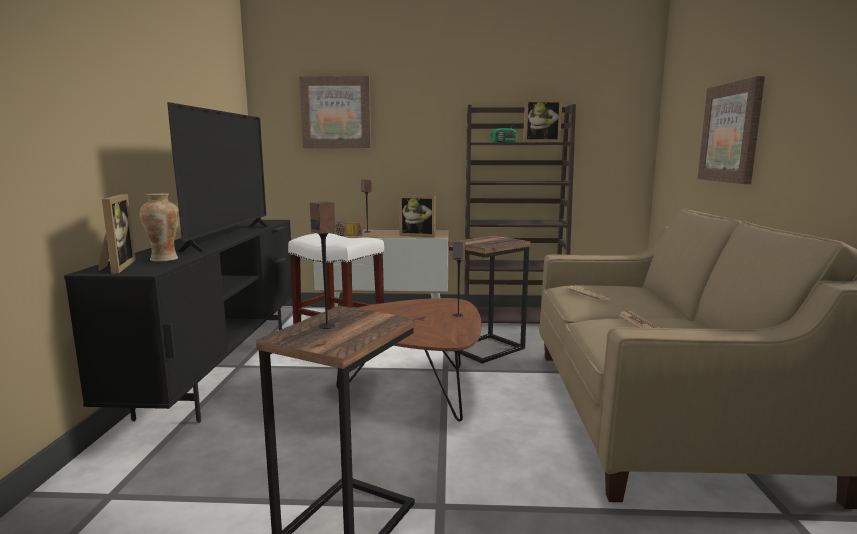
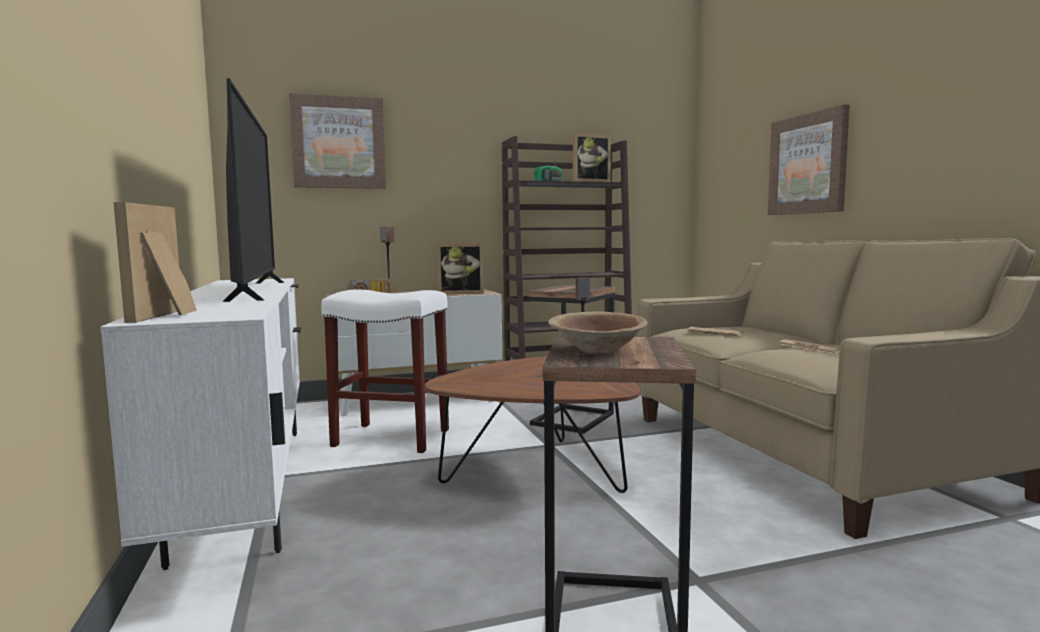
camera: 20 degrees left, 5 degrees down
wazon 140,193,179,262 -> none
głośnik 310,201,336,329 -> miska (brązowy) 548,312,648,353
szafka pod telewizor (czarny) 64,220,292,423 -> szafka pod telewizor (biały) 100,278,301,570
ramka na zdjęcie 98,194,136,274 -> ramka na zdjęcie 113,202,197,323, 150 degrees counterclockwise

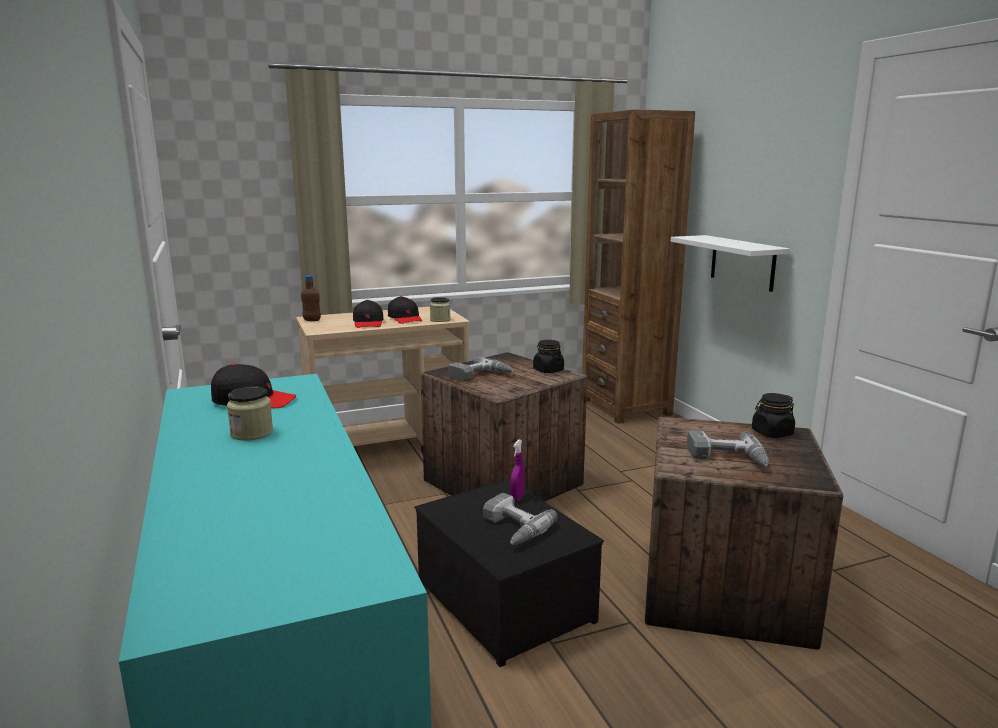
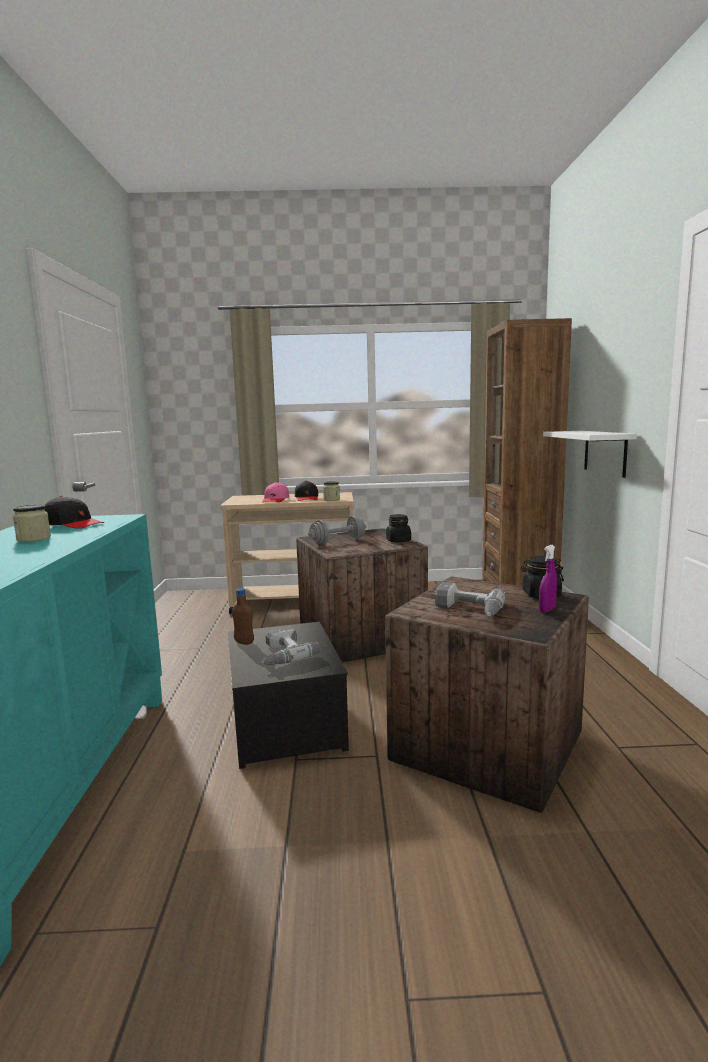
camera: 20 degrees right, 5 degrees down
butelka (brązowy) 301,275,321,321 -> butelka (brązowy) 232,588,254,645, move
spryskiwacz (fioletowy) 510,440,525,502 -> spryskiwacz (fioletowy) 539,545,557,613, move
wiertarka 448,357,514,382 -> hantel (szary) 308,516,366,545
czapka z daszkiem (czarny) 353,300,384,328 -> czapka z daszkiem (różowy) 262,482,289,502

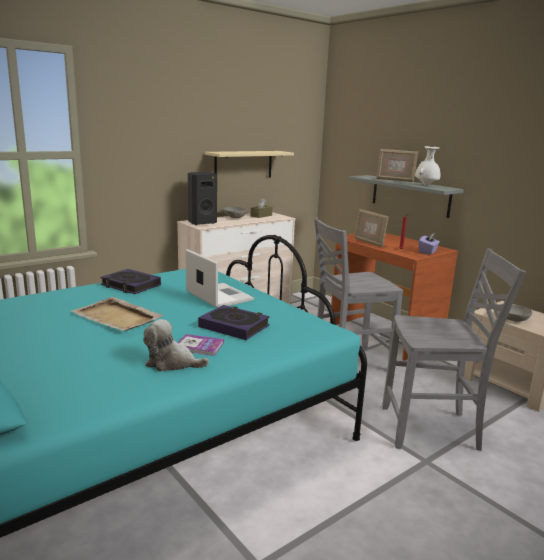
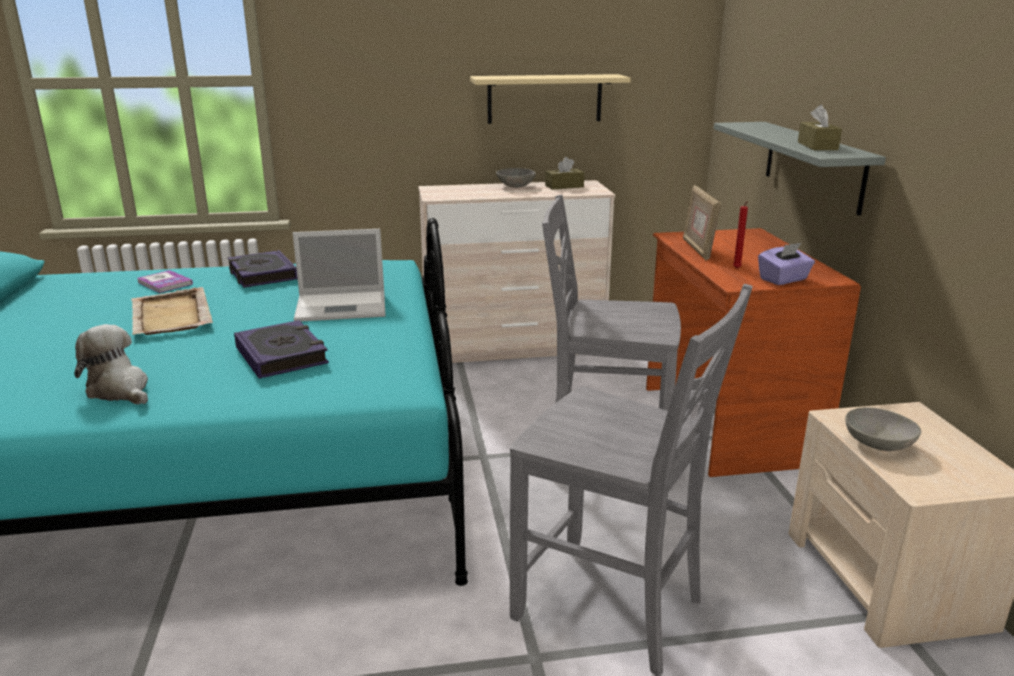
camera: 30 degrees right, 5 degrees up
głośnik (czarny) 188,172,217,225 -> none
ramka na zdjęcie 376,149,418,182 -> none
książka 178,334,224,356 -> książka 137,270,193,293, move
wazon (biały) 415,146,440,186 -> pudełko chusteczek (brązowy) 798,104,842,150
laptop 186,249,254,308 -> laptop 293,229,386,322, 90 degrees clockwise

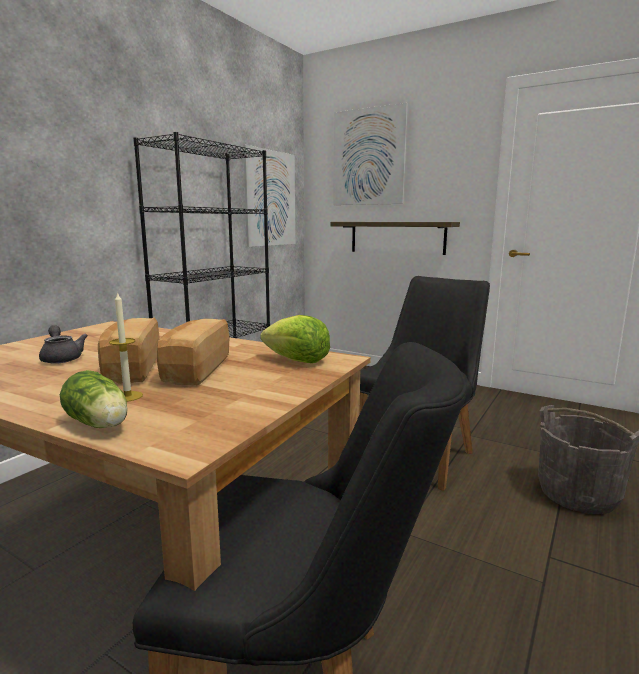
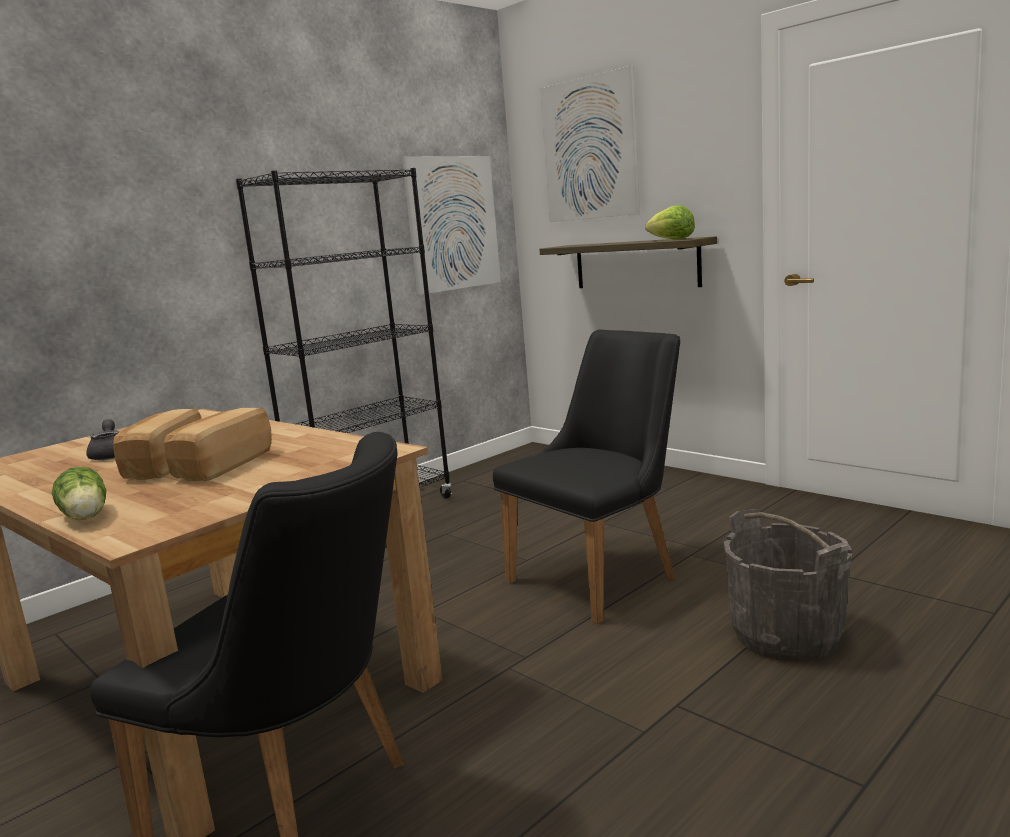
camera: 15 degrees right, 0 degrees up
świeca 109,292,143,402 -> none
sałata 260,315,330,363 -> sałata 645,205,695,239, move

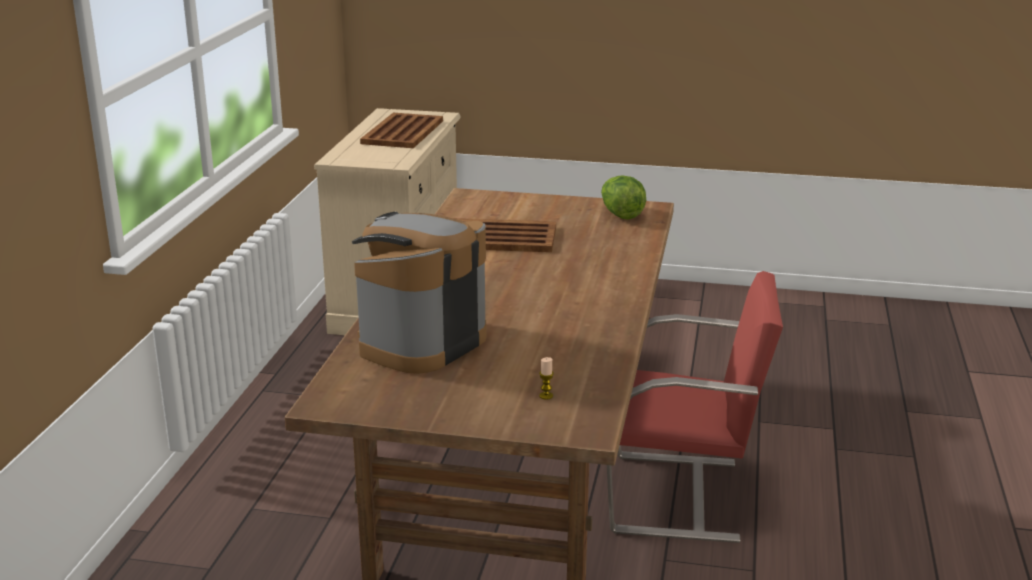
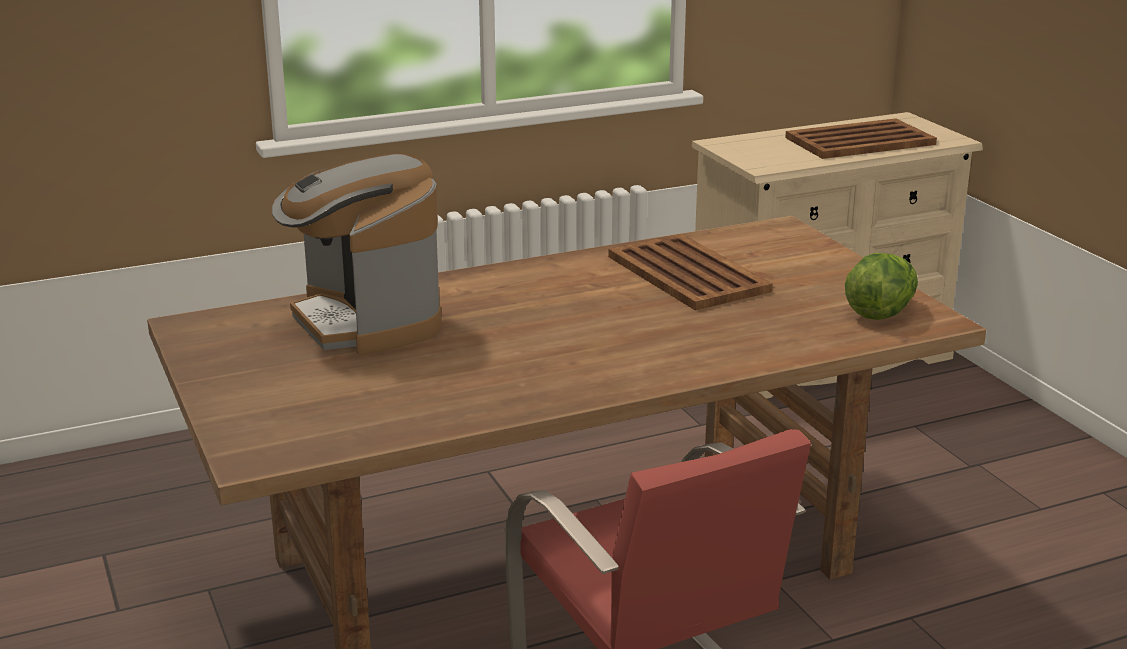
camera: 55 degrees right, 0 degrees up
świeca 539,357,554,400 -> none
ekspres do kawy 352,212,487,374 -> ekspres do kawy 272,153,441,355, 120 degrees counterclockwise

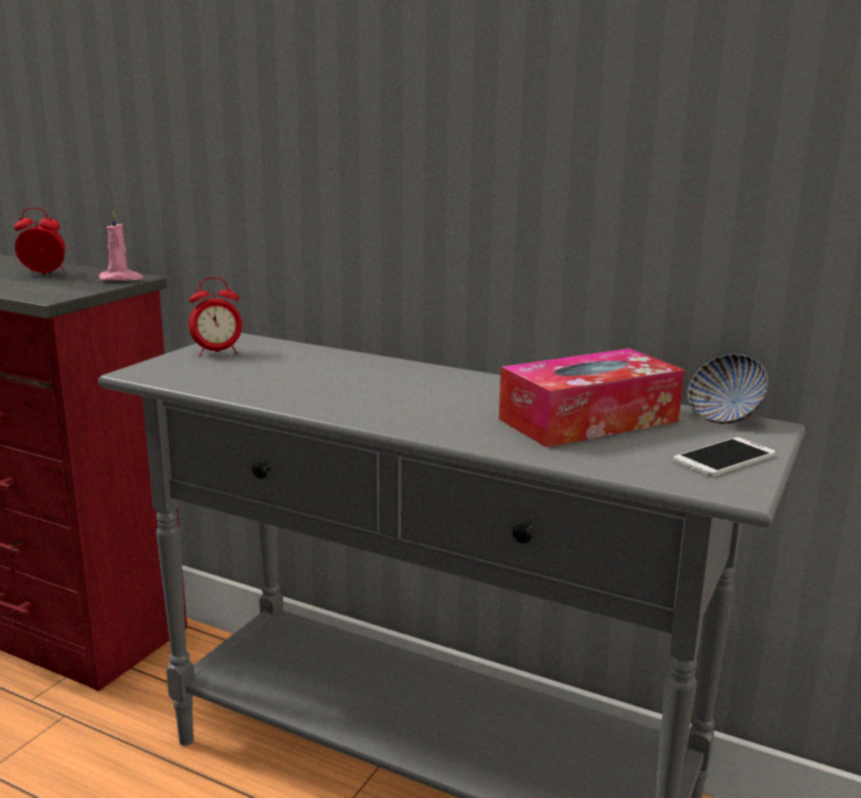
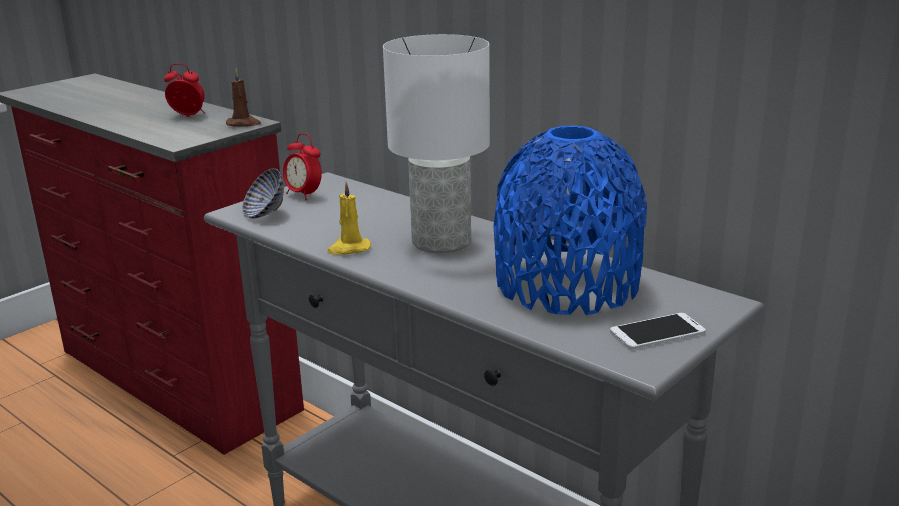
camera: 15 degrees right, 5 degrees up
none -> świeca (żółty) 327,182,371,255
none -> lampa stołowa (biały) 383,34,490,253
miska 688,354,768,424 -> miska 242,168,284,219, move
pudełko chusteczek 499,348,684,448 -> wazon (niebieski) 494,125,647,315
świeca (różowy) 99,211,143,281 -> świeca (brązowy) 226,68,261,127
budzik 189,277,242,356 -> budzik 283,133,322,200, 45 degrees clockwise

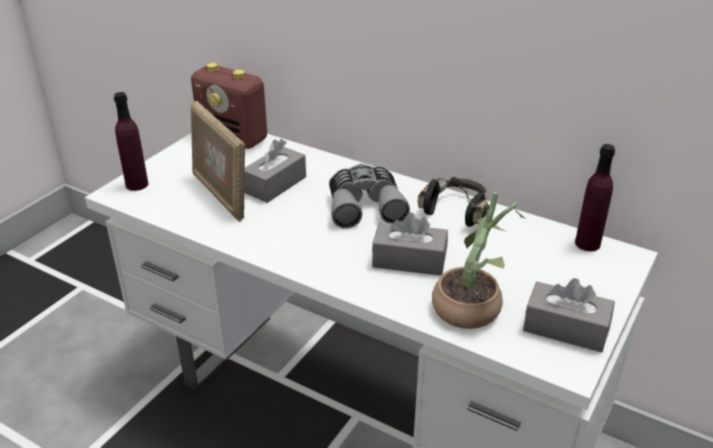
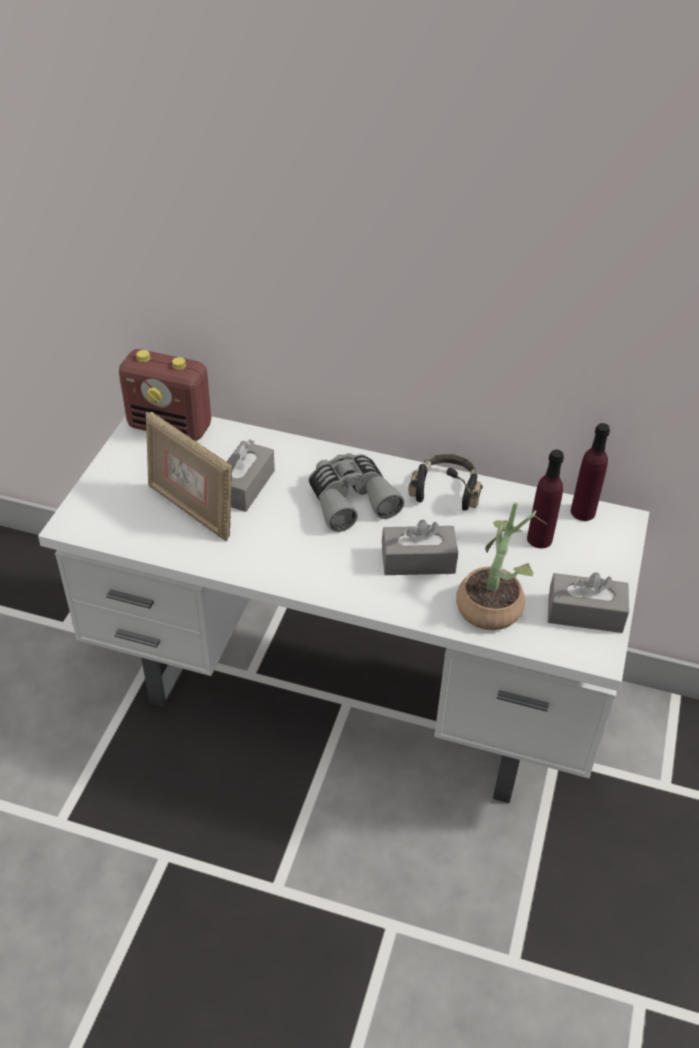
camera: 15 degrees left, 10 degrees up
butelka (fioletowy) 114,92,148,191 -> butelka (fioletowy) 527,450,564,548, move

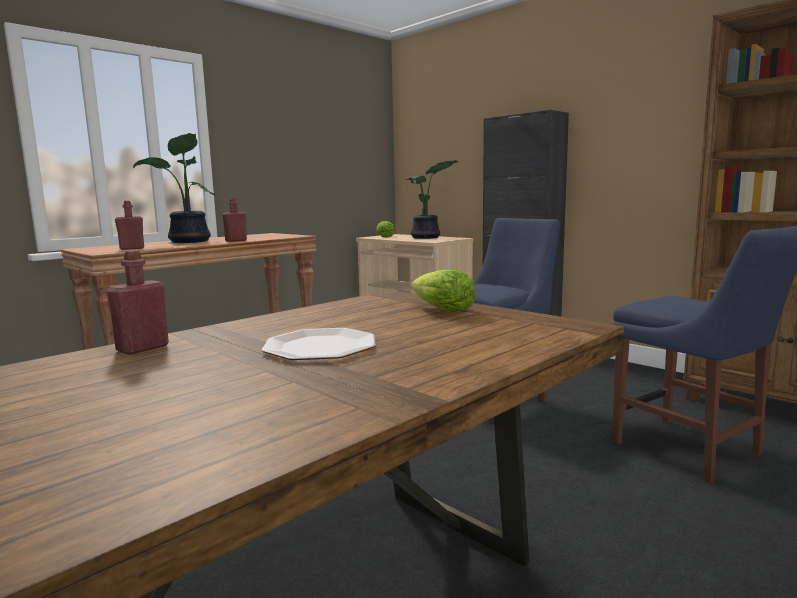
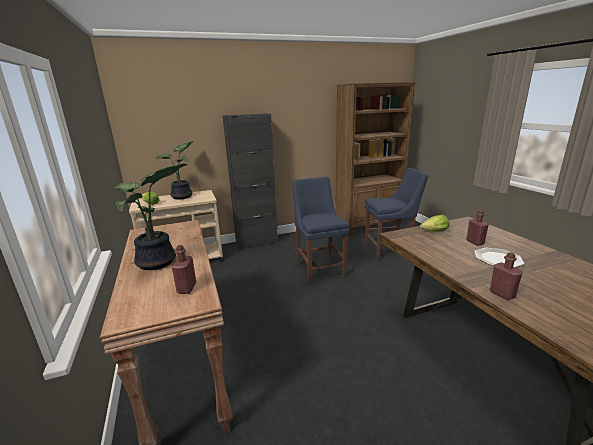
camera: 65 degrees left, 10 degrees up
butelka (czerwony) 222,198,247,242 -> butelka (czerwony) 466,210,489,246, move

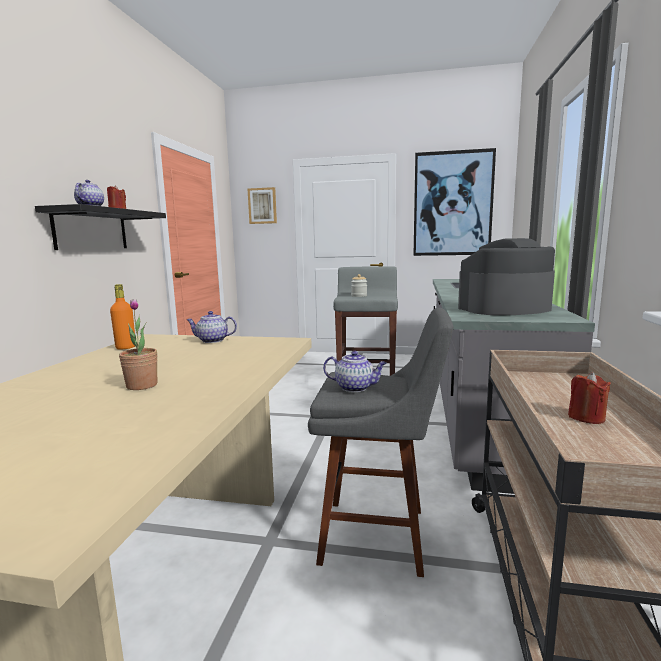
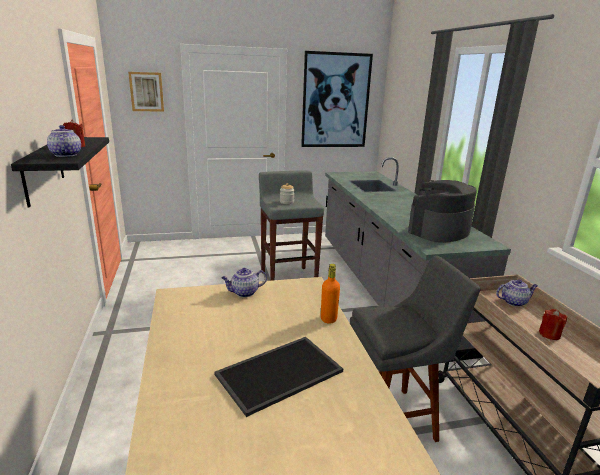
camera: 25 degrees left, 10 degrees up
butelka (pomarańczowy) 110,284,135,350 -> butelka (pomarańczowy) 321,264,340,324, move
imbryk 323,351,387,392 -> imbryk 496,279,538,307, move
roślina doniczkowa 119,299,157,390 -> taca 214,337,343,417

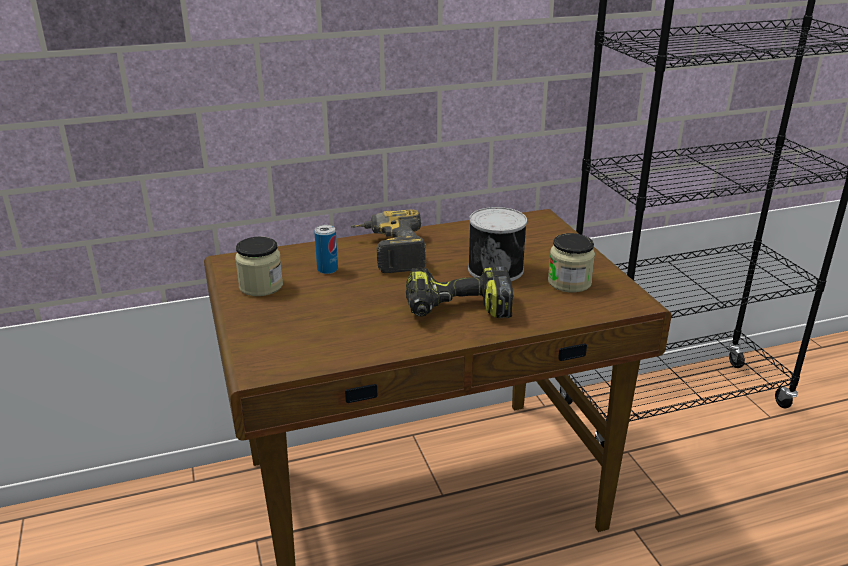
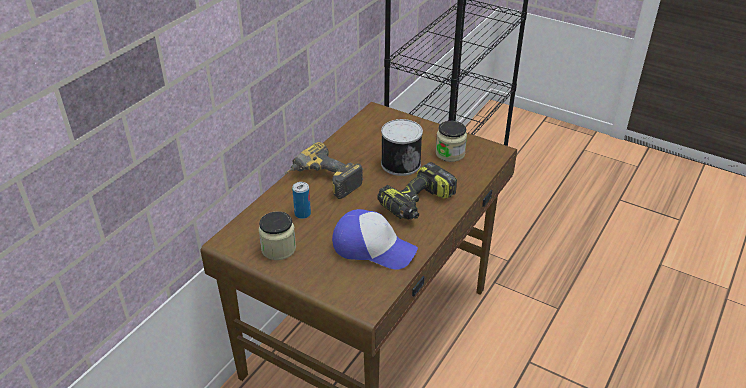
camera: 40 degrees left, 10 degrees up
none -> czapka z daszkiem 332,209,418,270

